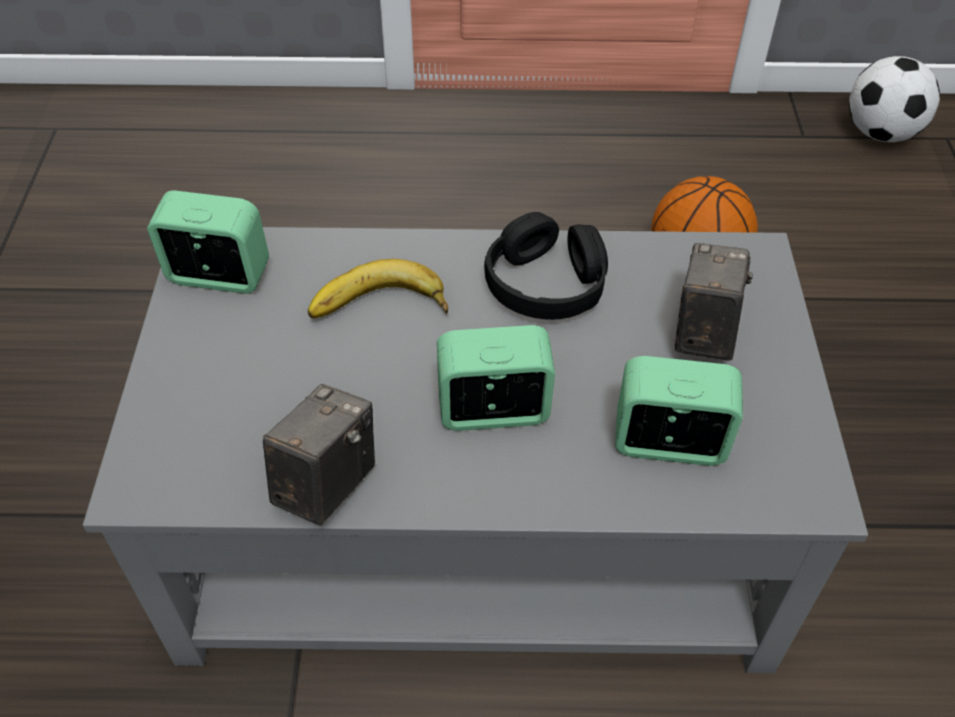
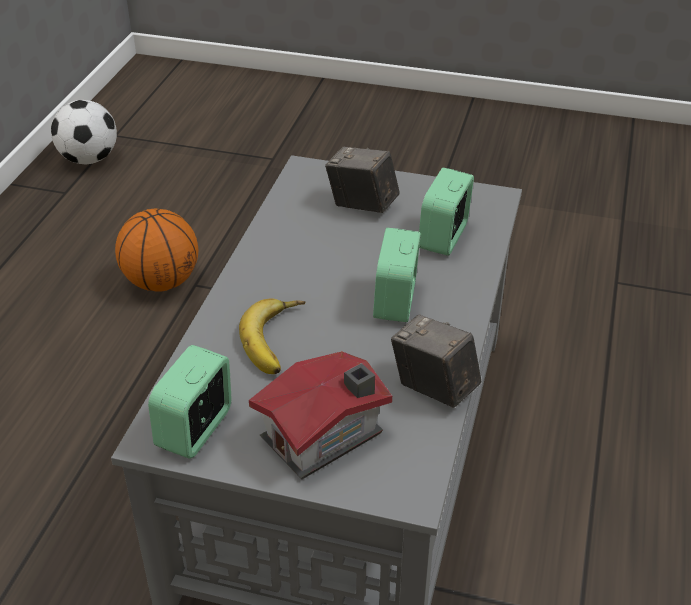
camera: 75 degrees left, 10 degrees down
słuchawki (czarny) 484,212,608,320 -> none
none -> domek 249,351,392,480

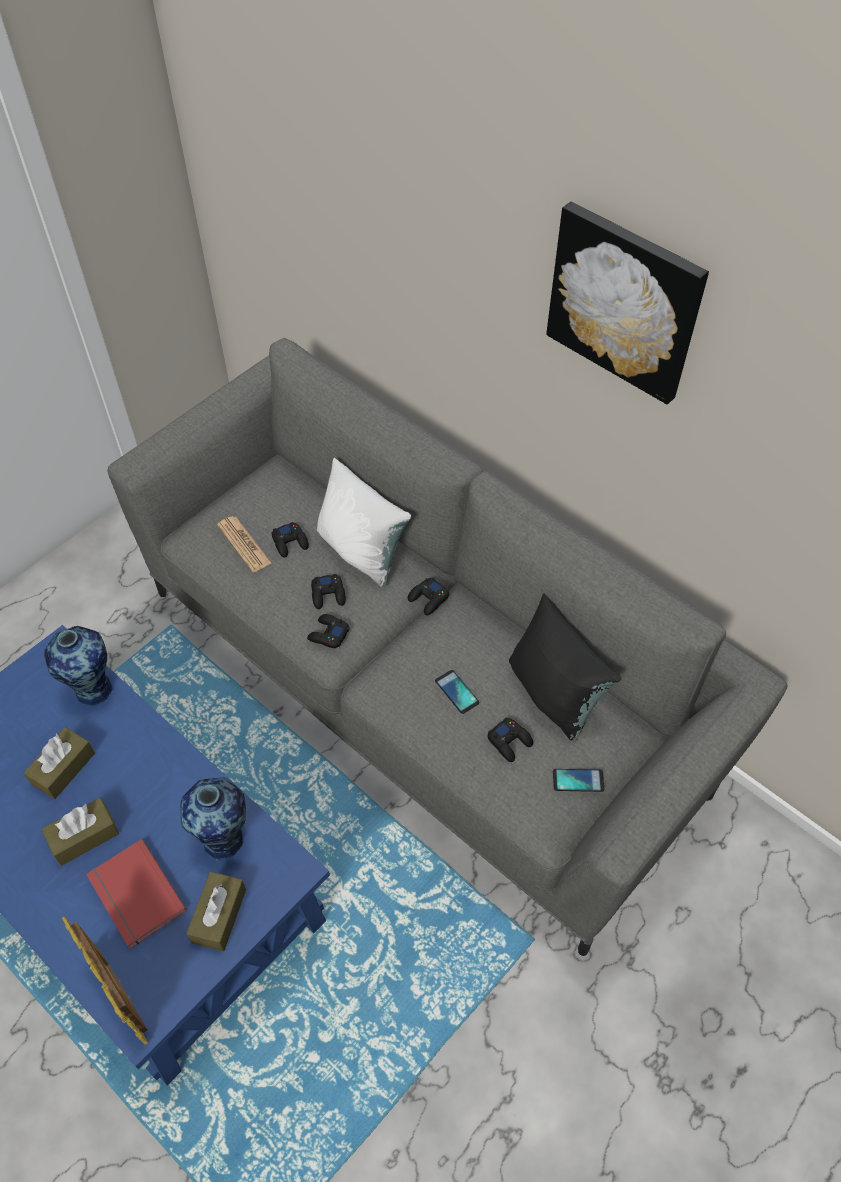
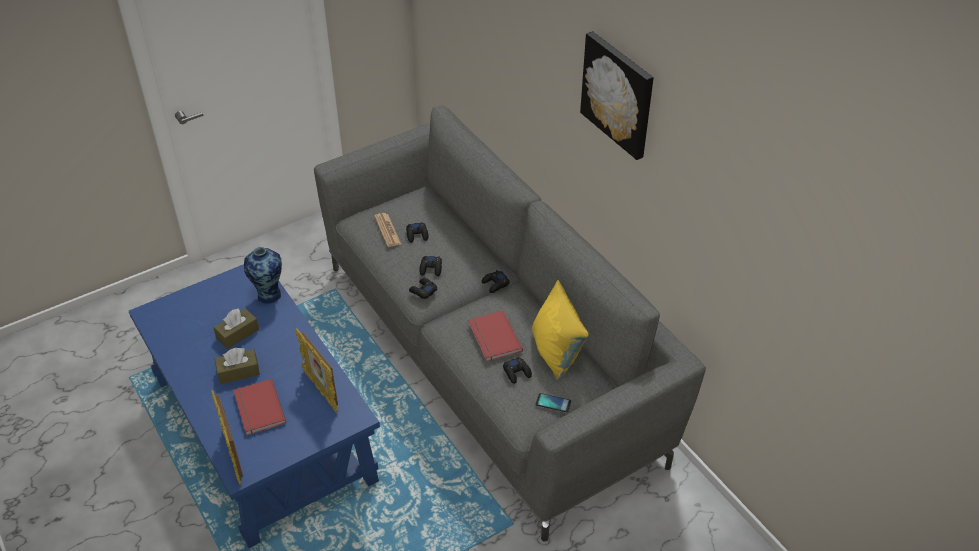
camera: 15 degrees right, 10 degrees down
pudełko chusteczek (brązowy) 186,872,246,951 -> none
poduszka (biały) 317,458,411,587 -> none
wazon 180,777,246,861 -> ramka na zdjęcie 295,328,338,413
telefon 435,670,479,714 -> książka (czerwony) 468,311,523,362
poduszka (czarny) 509,594,621,742 -> poduszka (żółty) 532,280,589,381

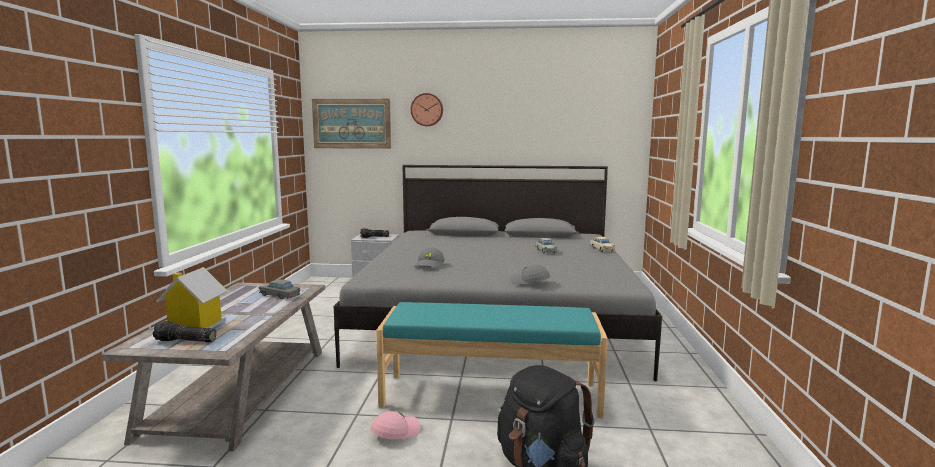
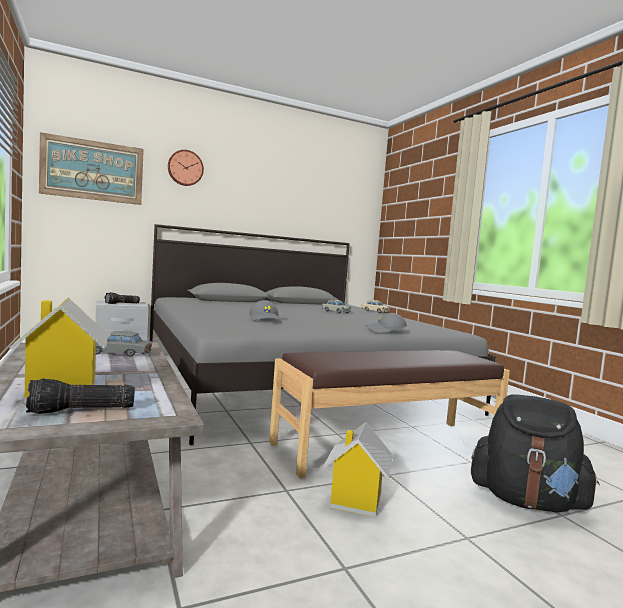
camera: 30 degrees left, 5 degrees down
czapka z daszkiem (różowy) 370,411,421,439 -> domek 324,422,394,517
ławka (turkusowy) 376,302,608,418 -> ławka (brązowy) 269,350,510,478

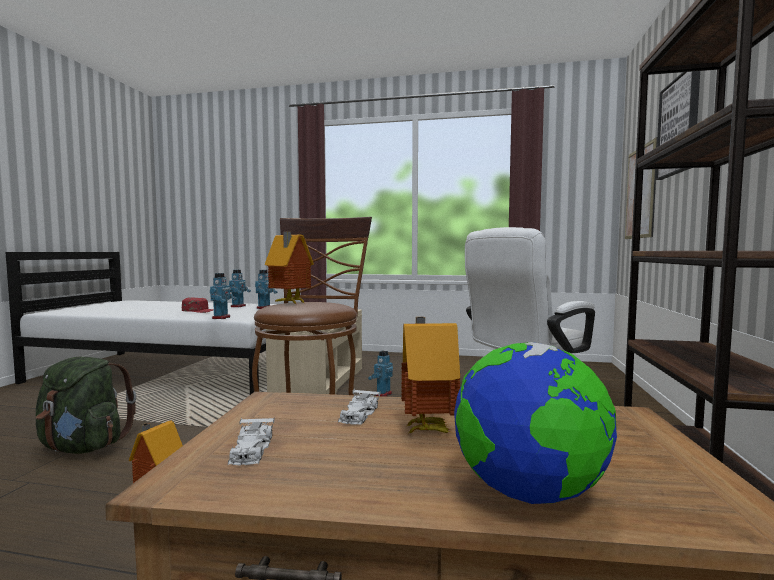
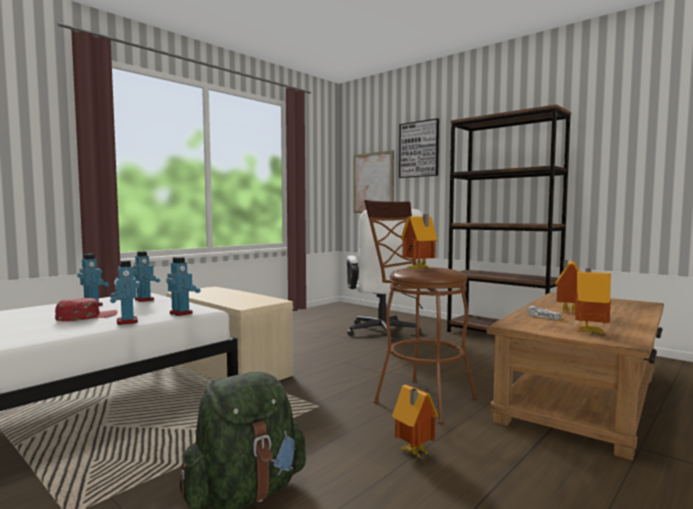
camera: 60 degrees left, 0 degrees up
globus 454,342,617,504 -> none
robot zabawkowy 368,350,393,397 -> robot zabawkowy 110,260,140,325, move
samochodzik (biały) 228,418,275,466 -> domek 575,268,611,334

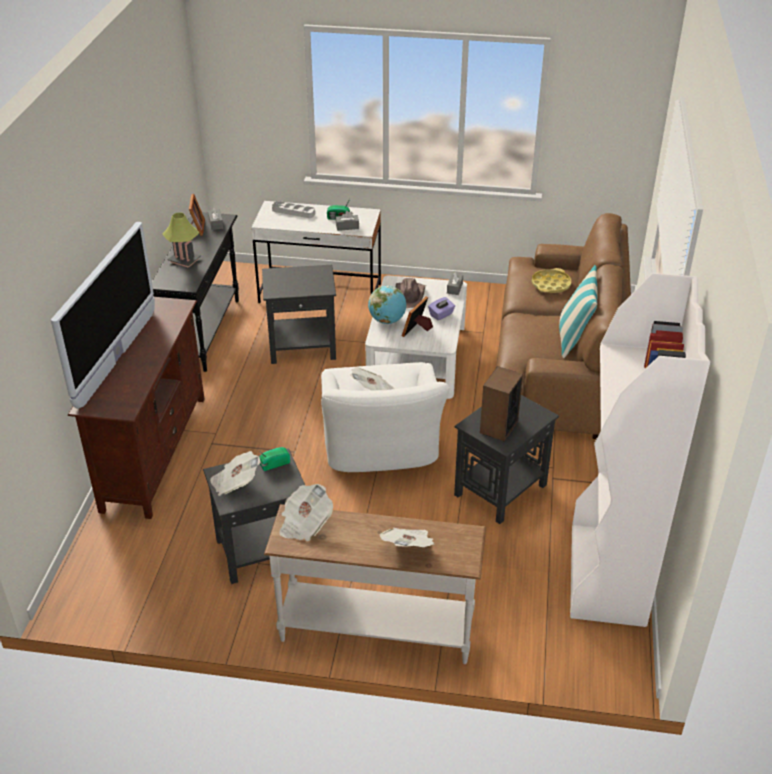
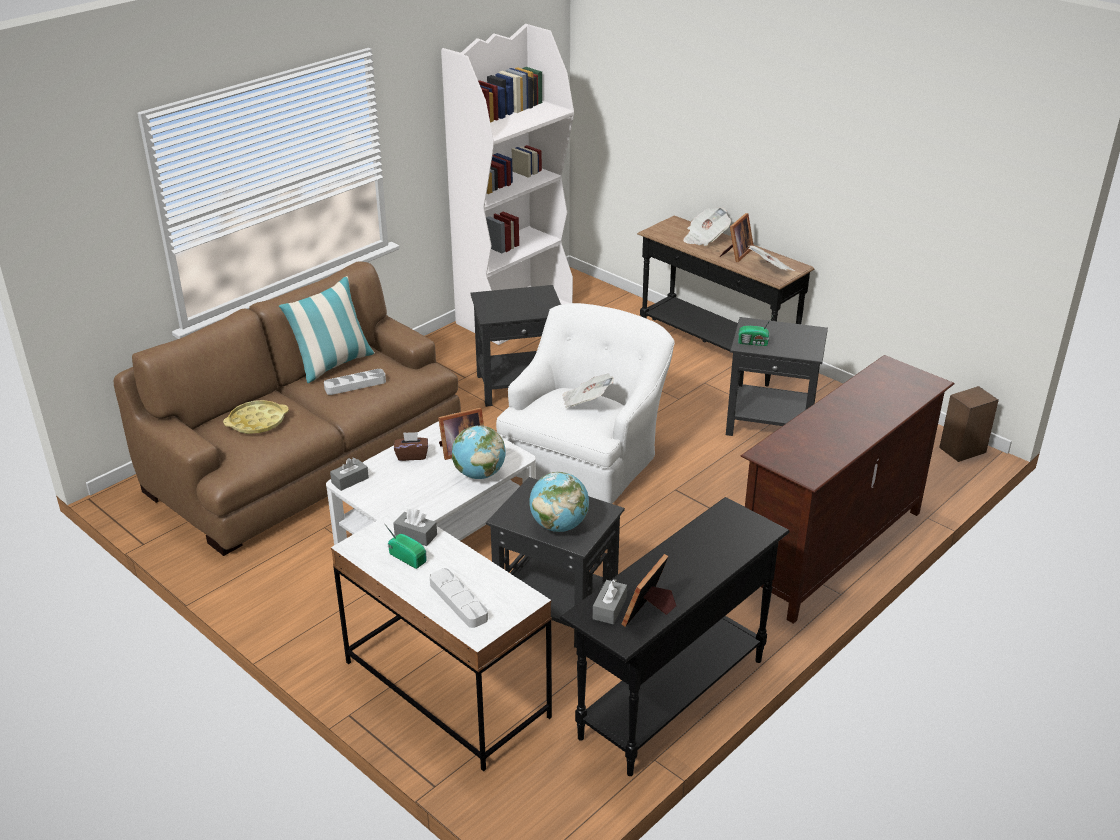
camera: 145 degrees left, 5 degrees down
telewizor 51,222,155,409 -> none
lampa stołowa 163,213,201,268 -> none
gazeta 210,451,260,496 -> none
kapelusz (brązowy) 396,278,426,308 -> none
none -> taca (szary) 324,369,386,395
none -> globus 529,472,589,532
none -> ramka na zdjęcie 720,213,754,262
głośnik 480,366,523,441 -> głośnik 939,386,999,462, move
stolik konsolowy (biały) 264,504,486,664 -> stolik konsolowy (czarny) 637,215,814,387
pudełko chusteczek (fioletowy) 428,297,455,320 -> pudełko chusteczek (brązowy) 394,432,428,461

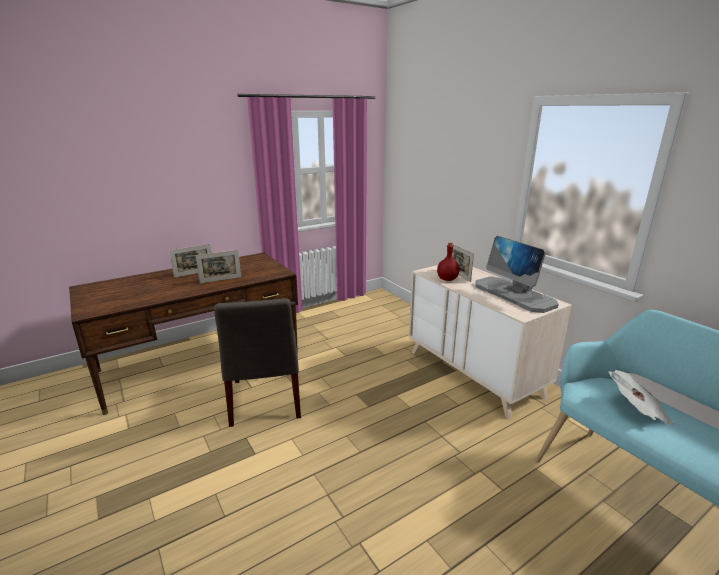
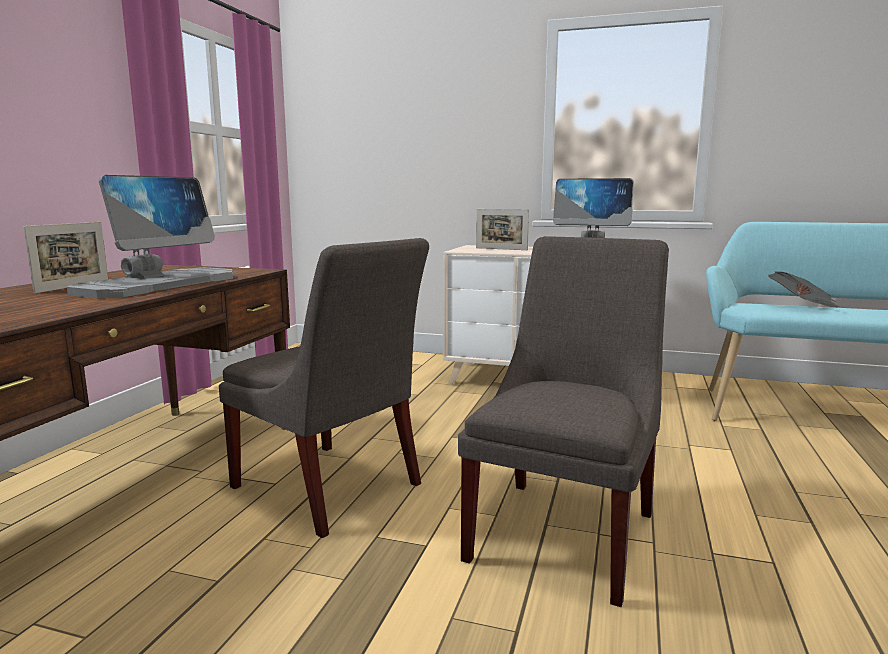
camera: 40 degrees left, 10 degrees down
butelka (czerwony) 437,242,460,281 -> none
none -> krzesło (szary) 458,236,669,607
ramka na zdjęcie 196,250,241,283 -> monitor 67,175,233,299

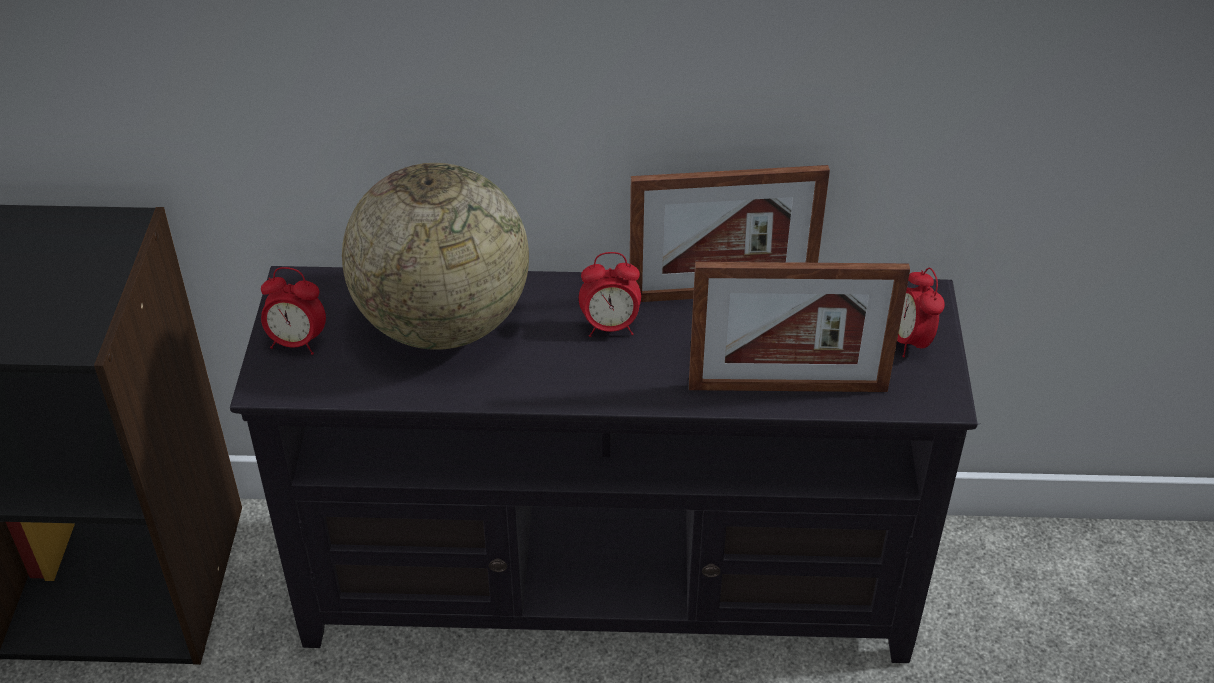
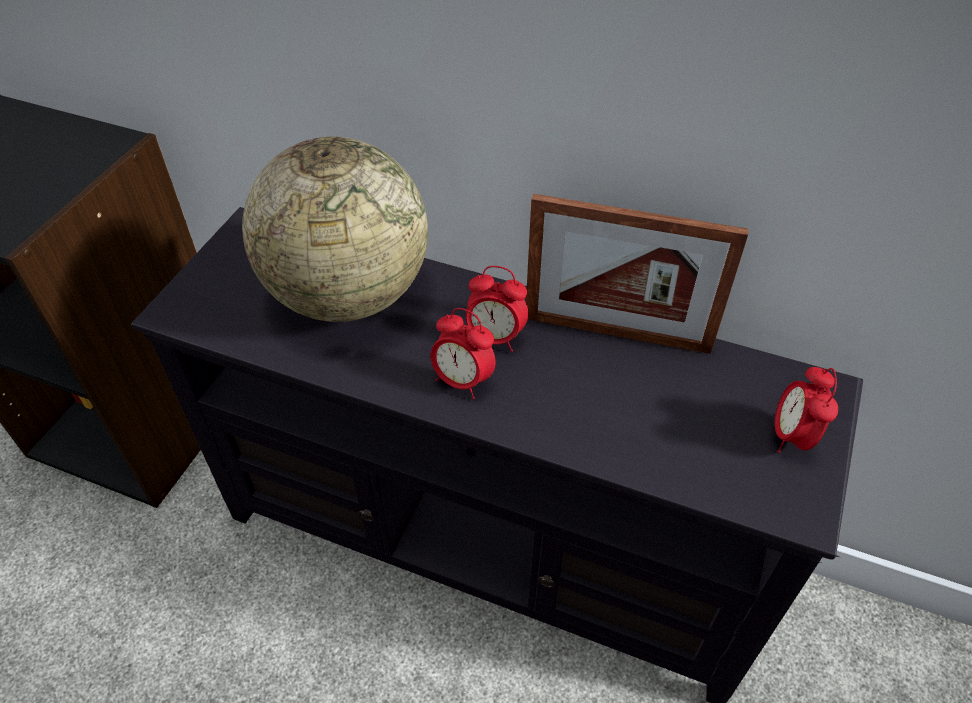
camera: 20 degrees right, 5 degrees up
ramka na zdjęcie 689,262,910,392 -> none
budzik 261,267,326,355 -> budzik 431,308,496,399, move

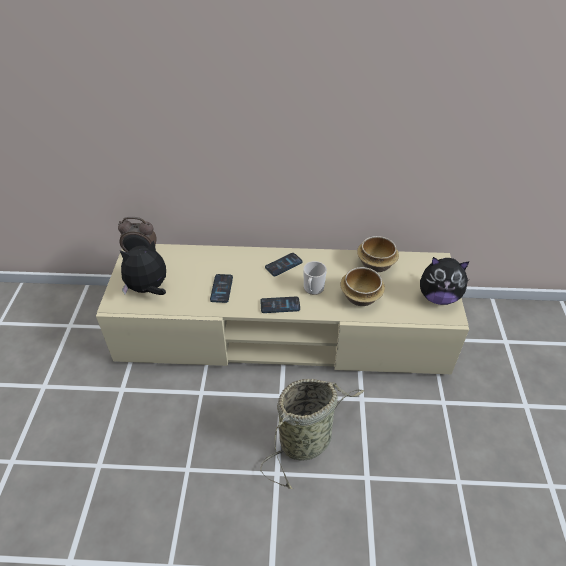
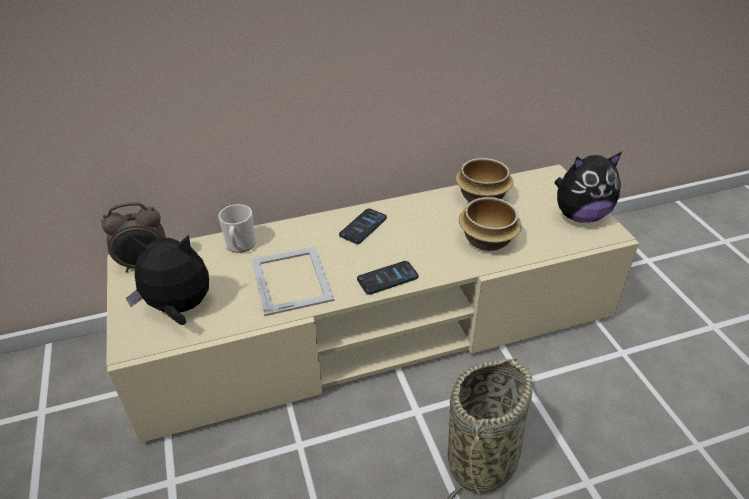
camera: 20 degrees left, 5 degrees down
kubek 303,261,327,295 -> kubek 218,204,256,253, move
telefon 210,274,233,303 -> ramka na zdjęcie 251,246,334,316
pluszak 120,240,166,295 -> pluszak 126,235,209,325, 45 degrees clockwise

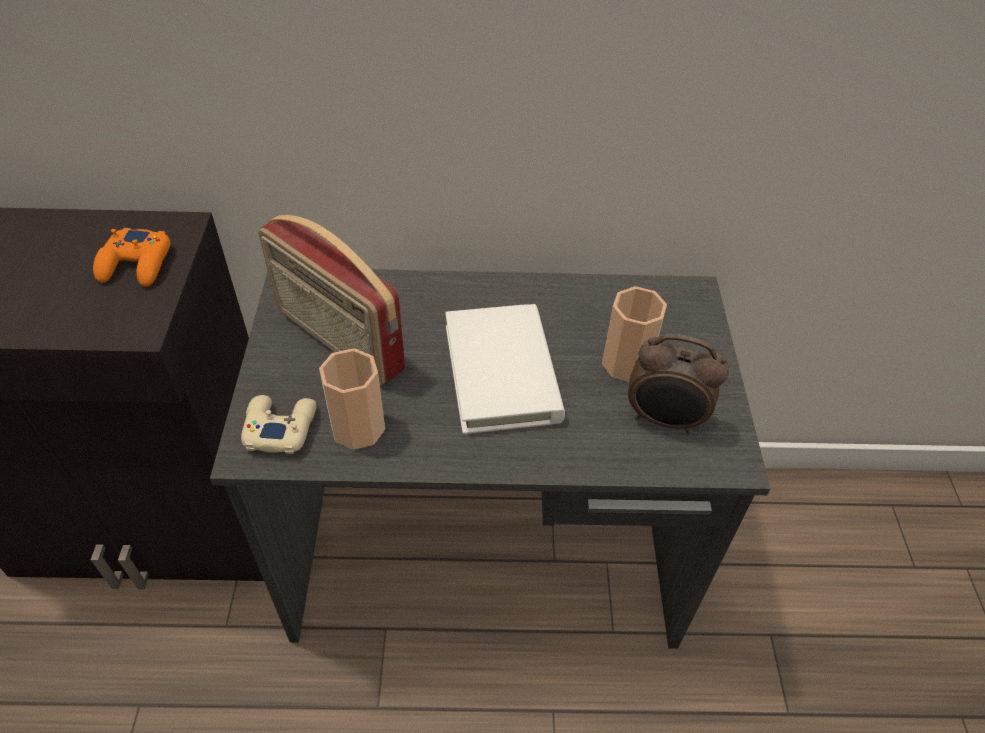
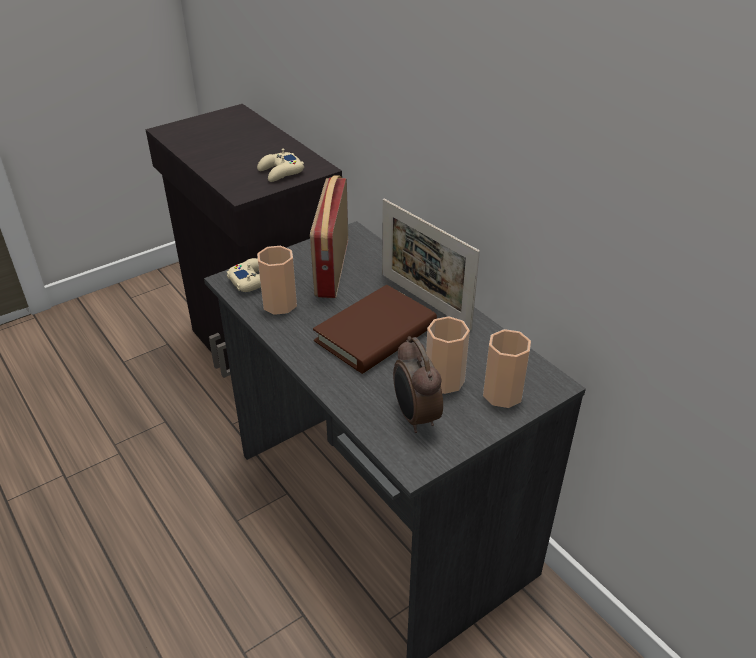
camera: 55 degrees right, 10 degrees down
none -> ramka na zdjęcie 382,199,480,330
none -> filiżanka 483,329,531,408
pad do gier (pomarańczowy) 93,228,170,287 -> pad do gier (beżowy) 257,148,304,182
książka (biały) 445,304,565,434 -> książka (brązowy) 313,285,437,374

